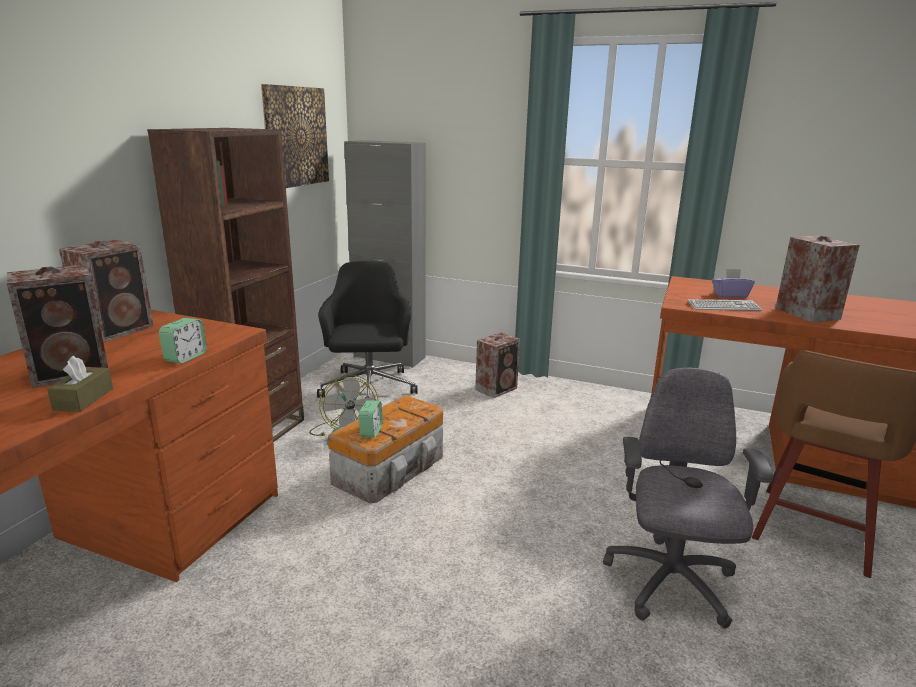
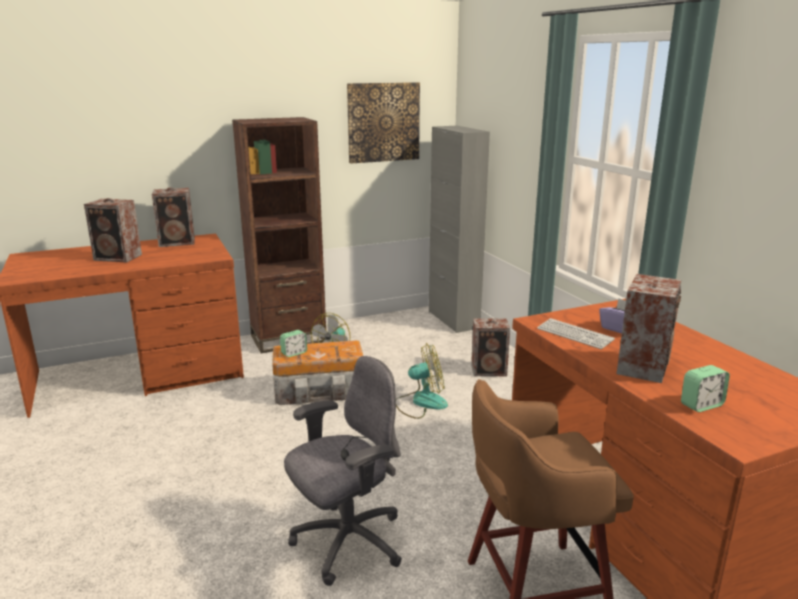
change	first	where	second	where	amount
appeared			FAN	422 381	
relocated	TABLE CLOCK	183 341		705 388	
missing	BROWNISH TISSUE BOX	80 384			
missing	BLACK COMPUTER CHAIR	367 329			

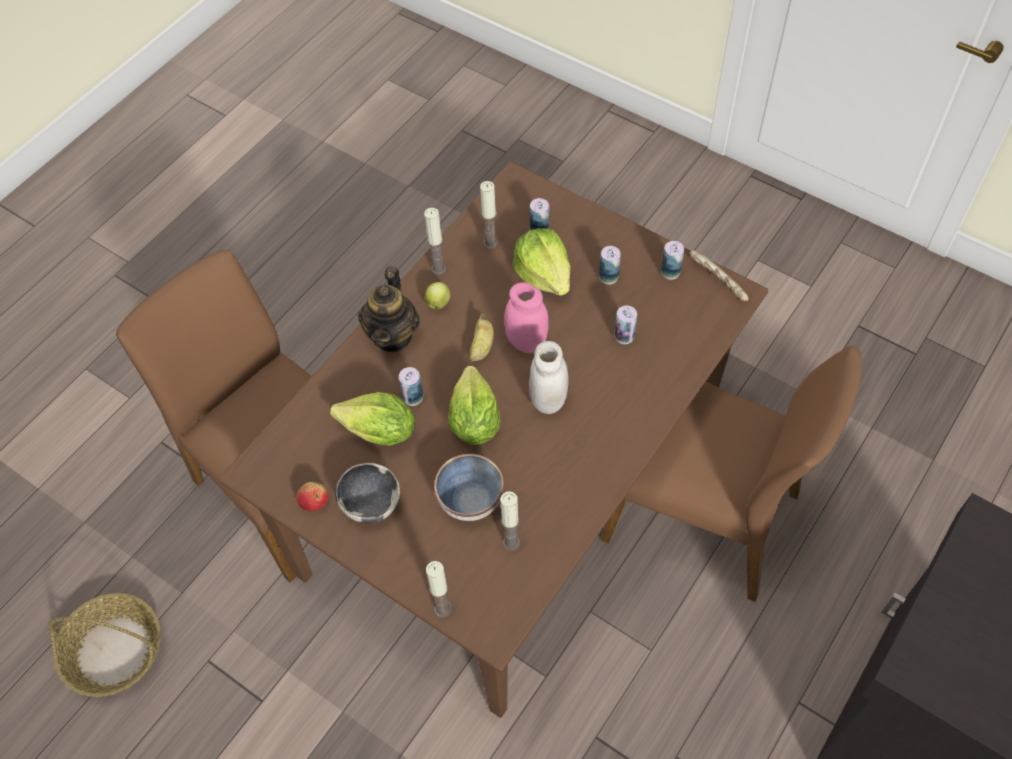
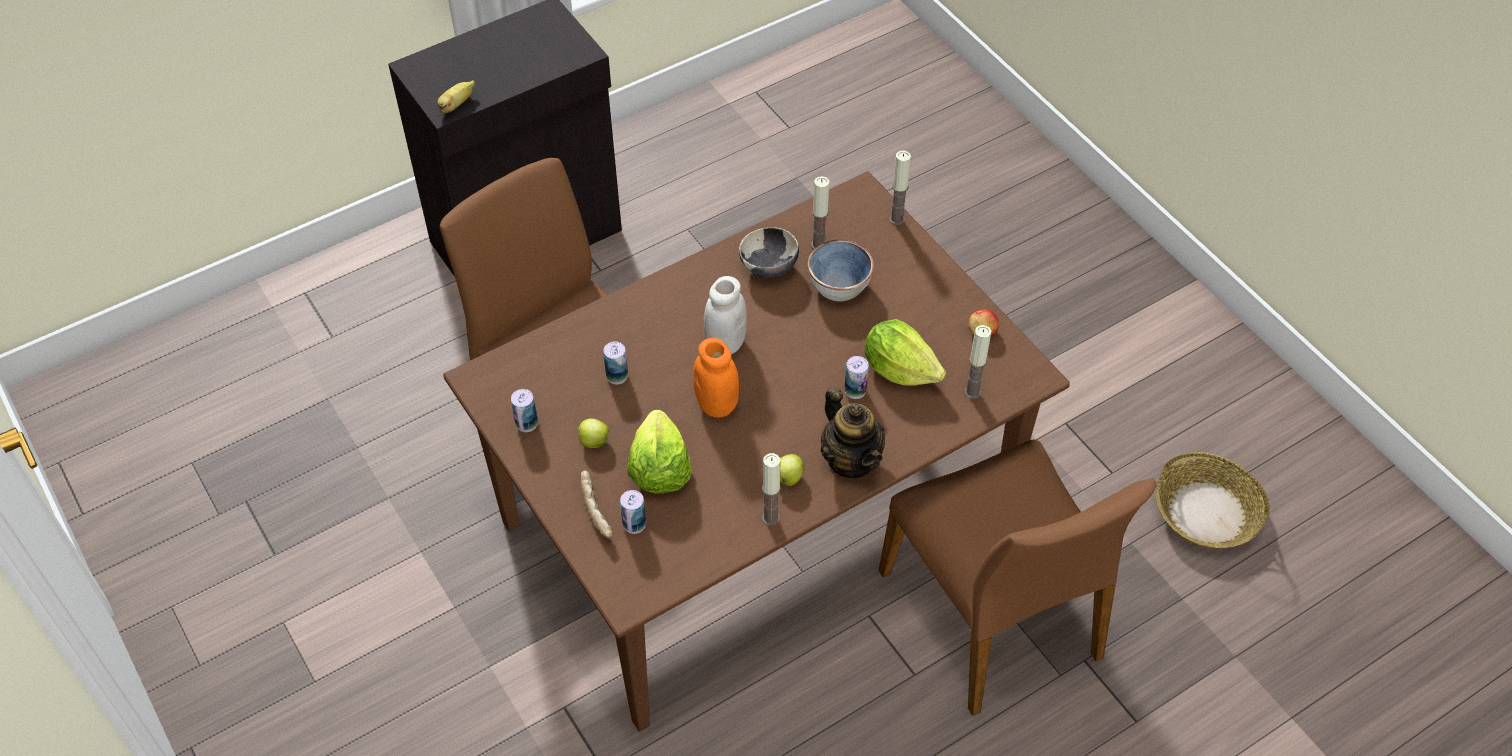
change	first	where	second	where	amount
relocated	BANANA	482 337		456 96	
exchanged	CAN	610 265	APPLE FRUIT	593 433	
relocated	BAKED BREAD	719 275		597 504	
colour	PINKISH STORAGE JAR	526 317	ORANGEY STORAGE JAR	716 377	
relocated	BOWL	367 493		769 252	
spun	POT FOR TEA	389 309		853 432	120 degrees clockwise
relocated	WAX CANDLE	489 215		977 362	
missing	HEAD OF LETTUCE	474 405			

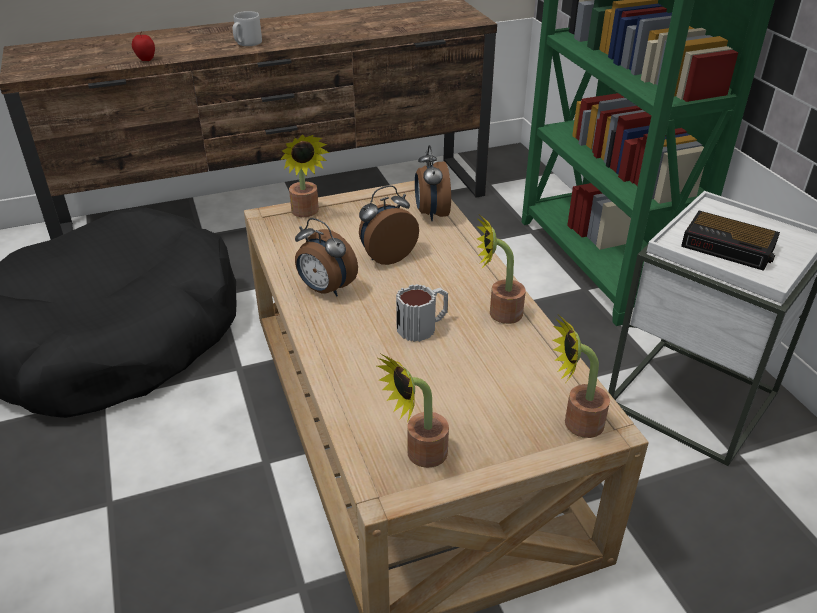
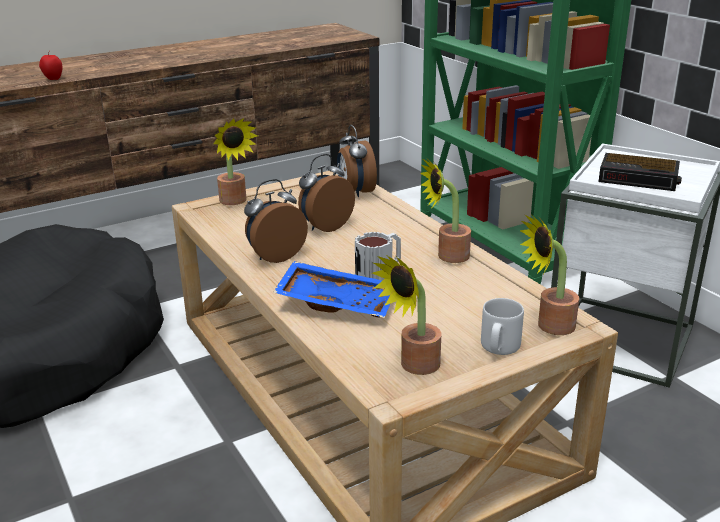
change	first	where	second	where	amount
spun	TABLE CLOCK	326 257		276 221	120 degrees clockwise
appeared			BLUE TRAY	331 289	
relocated	GREYISH MUG	247 28		502 326	

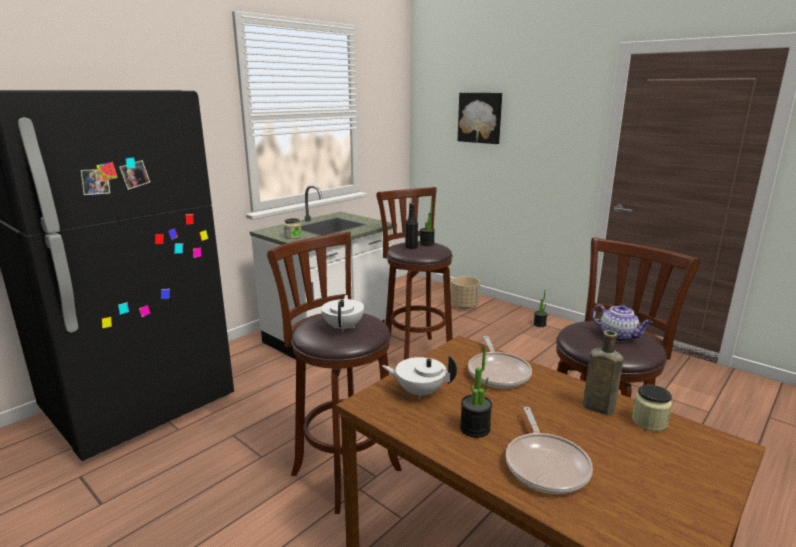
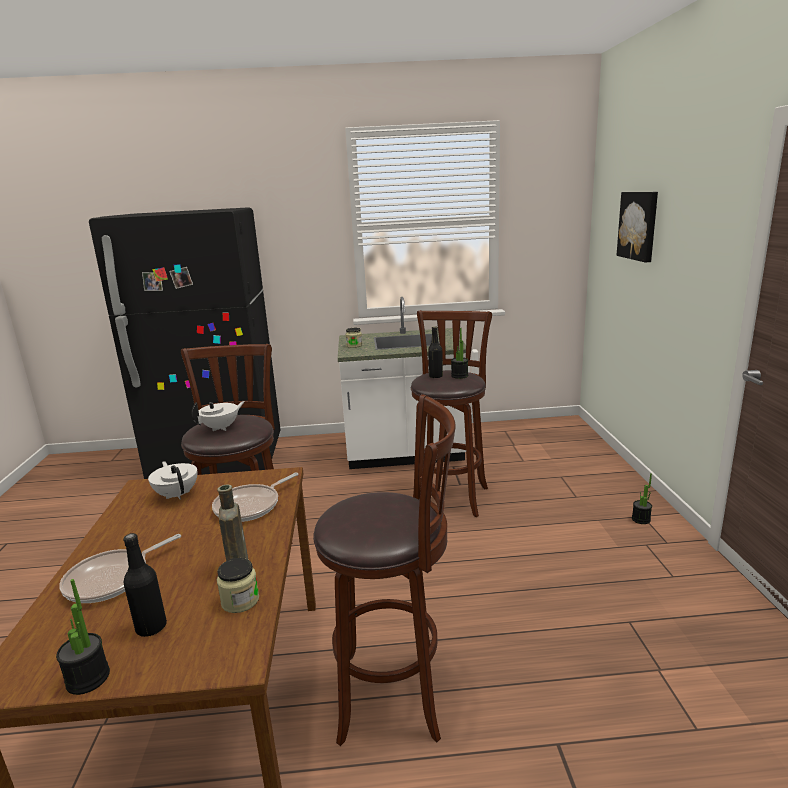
change	first	where	second	where	amount
relocated	PLANT IN A POT	476 391		83 637	
appeared			BLACK BOTTLE	145 585	
missing	BEIGE PLANT POT	465 292			
missing	POT FOR TEA	621 323			

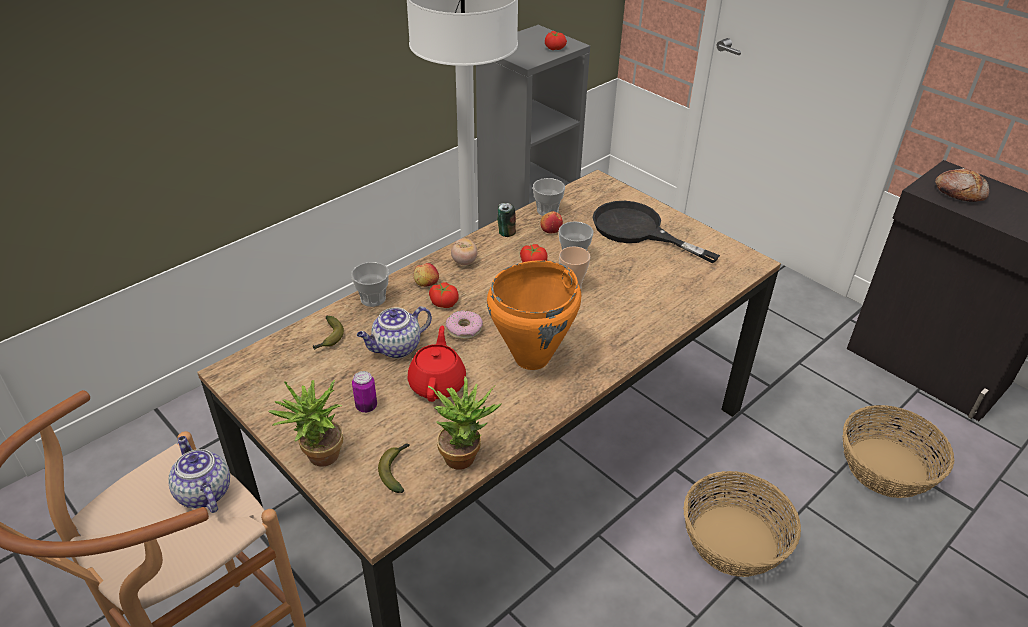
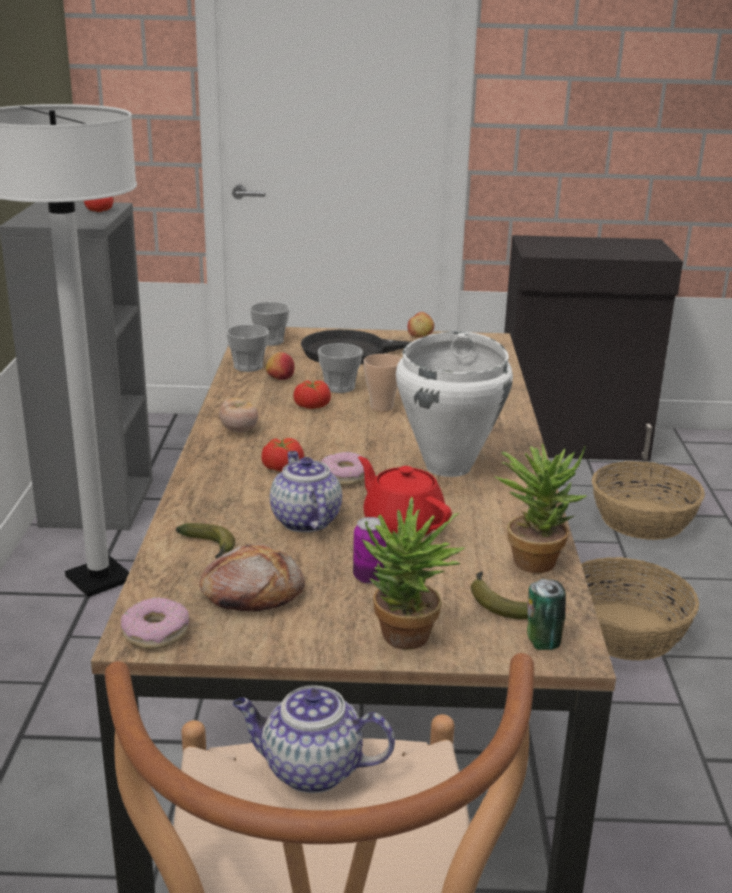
change	first	where	second	where	amount
appeared			DONUT	155 623	
relocated	BAKED BREAD	962 185		252 577	
relocated	DRINKING CUP	370 284		269 324	
spun	POT FOR TEA	394 332		306 491	150 degrees clockwise
colour	ORANGEY STOCKPOT	534 315	WHITE STOCKPOT	454 404	
relocated	APPLE FRUIT	426 275		421 325	
relocated	CAN	506 220		546 614	

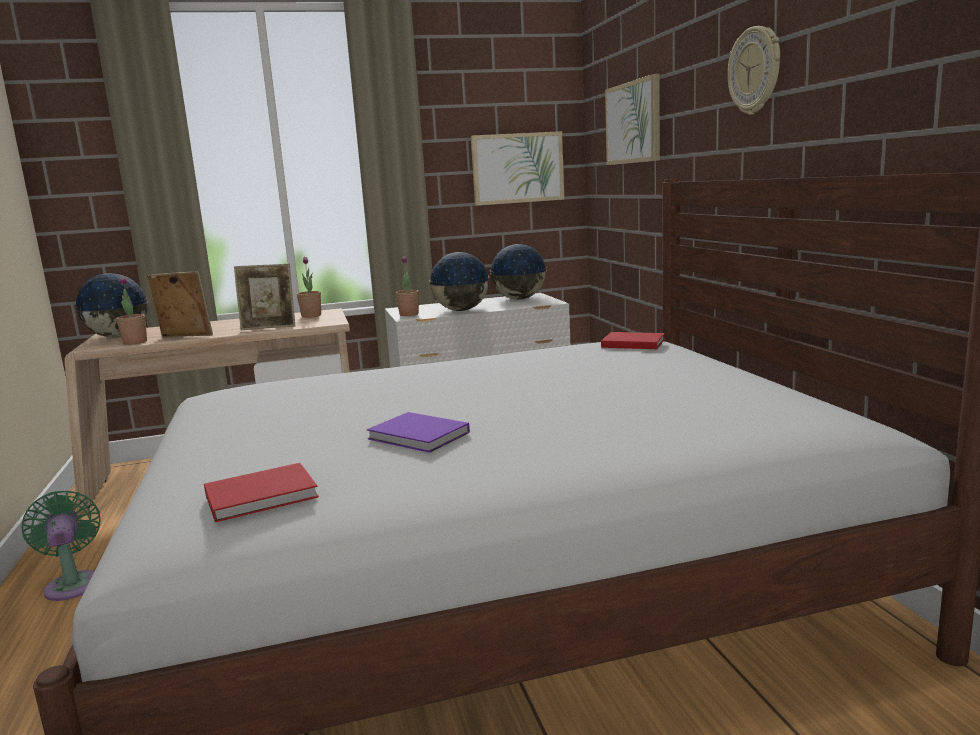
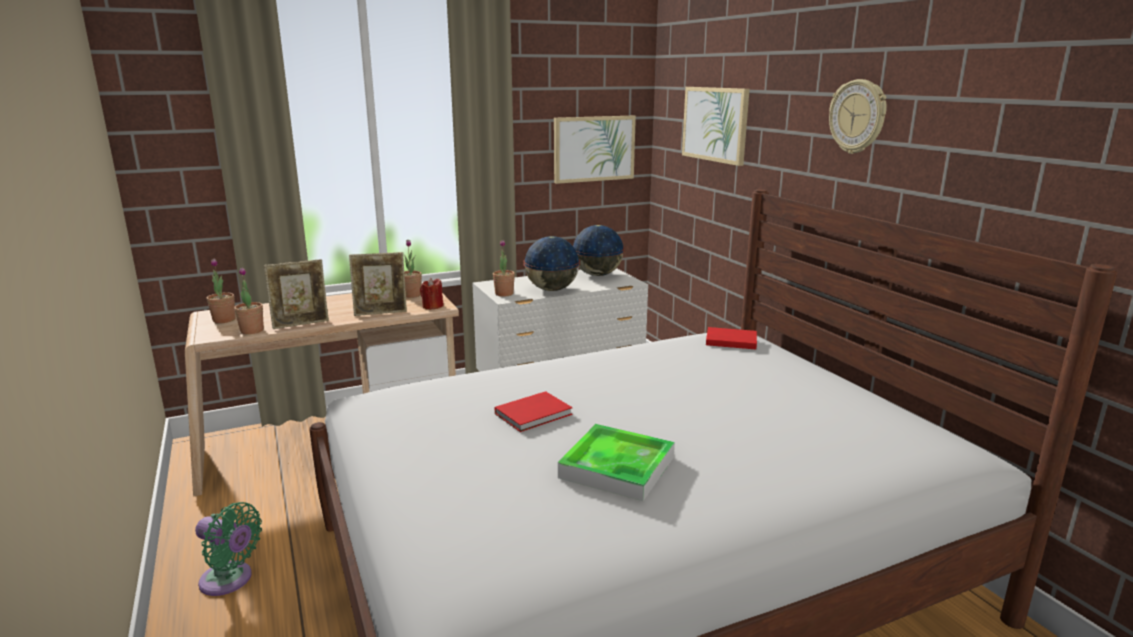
change	first	where	second	where	amount
spun	GREENISH FAN	61 545		228 549	150 degrees clockwise
exchanged	DESK GLOBE	111 305	PLANT IN A POT	221 290	
spun	PHOTO FRAME	180 304		296 294	150 degrees clockwise
appeared			RED WAX CANDLE	432 294	
relocated	RED VOLUME	261 492		533 411	
exchanged	PURPLE-COLOURED VOLUME	418 432	TRAY	616 462	

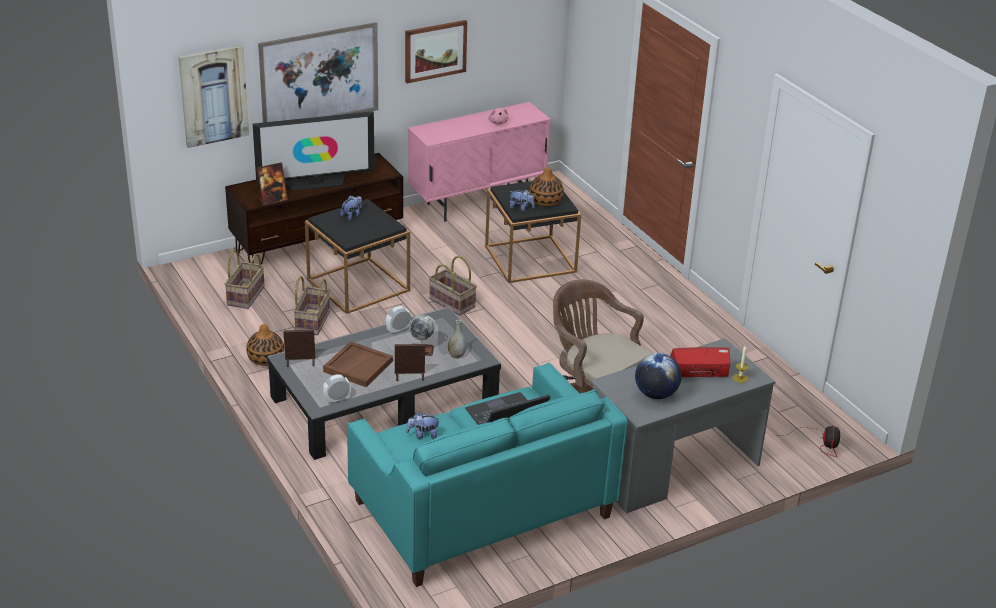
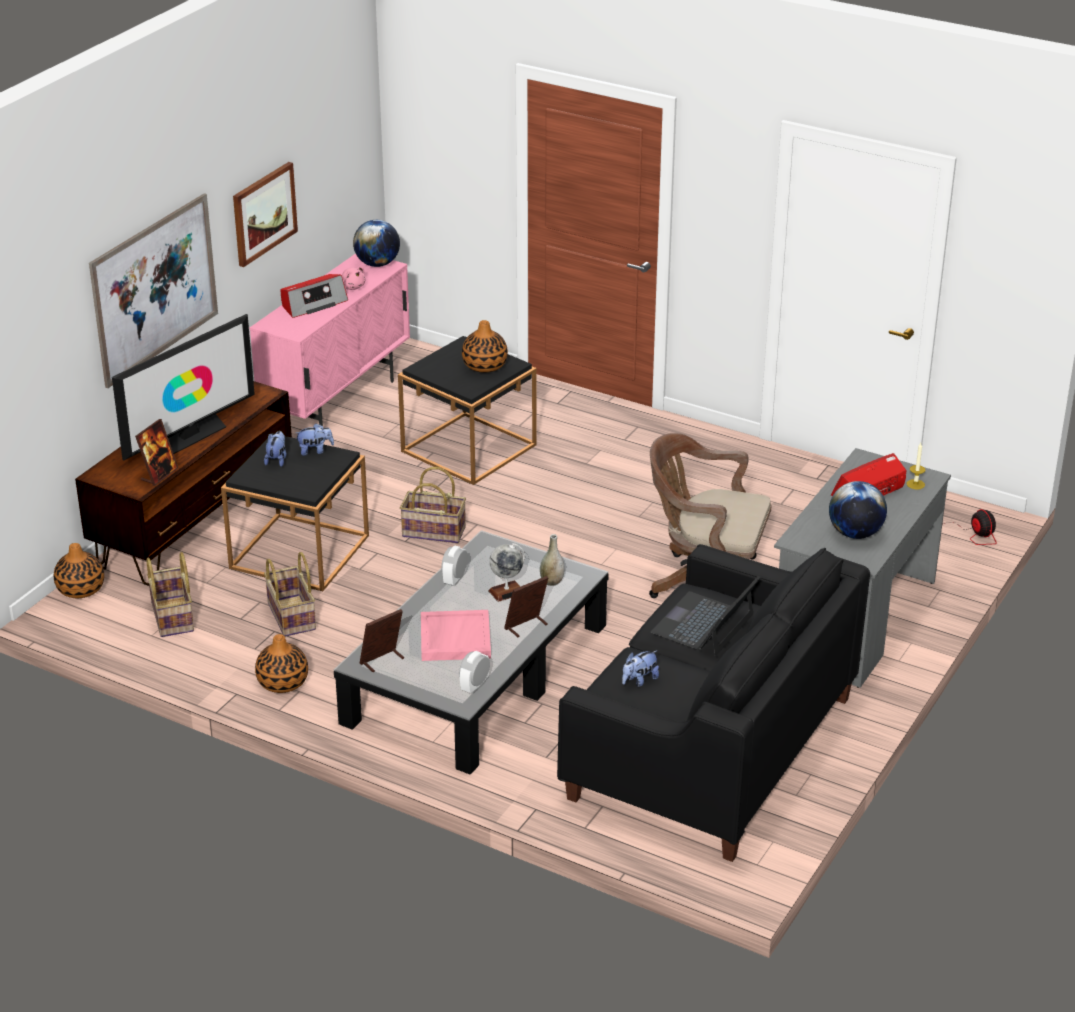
change	first	where	second	where	amount
appeared			VASE	79 570	
appeared			RADIO SET	314 296	
relocated	PLUSH TOY	522 200		314 439	
appeared			DESK GLOBE	376 243	
colour	BROWNISH TRAY	358 364	PINKISH TRAY	456 635	
colour	TURQUOISE-COLOURED SOFA	487 475	BLACK SOFA	713 703	
missing	WALL ART	213 96			

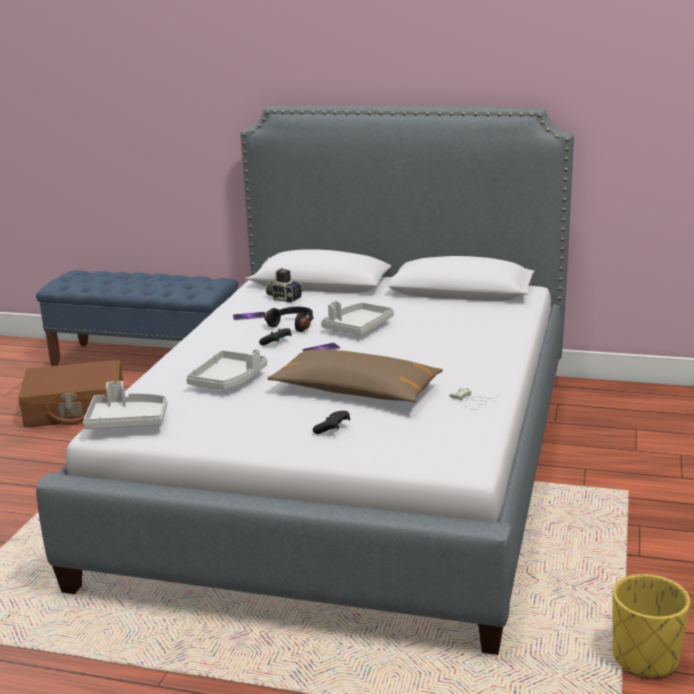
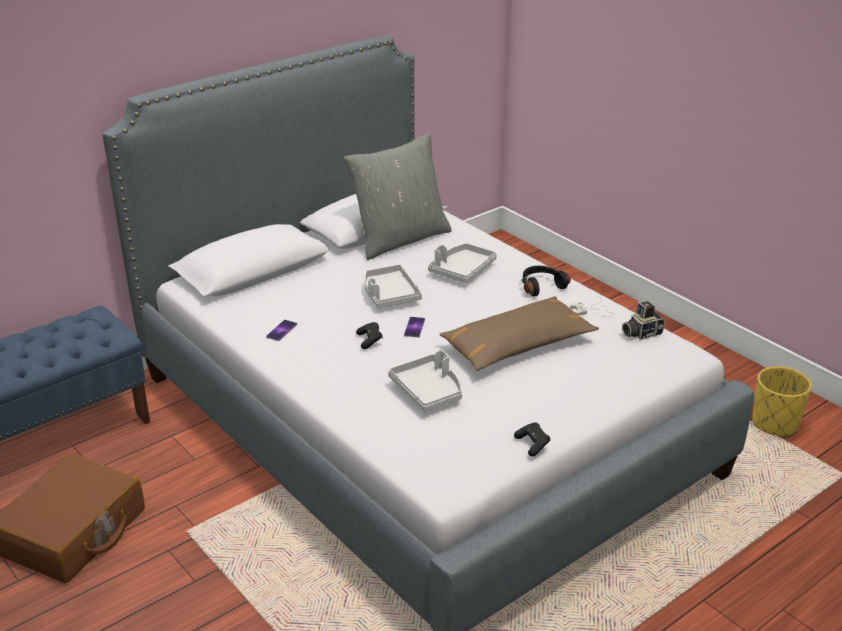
change	first	where	second	where	amount
appeared			GREYISH PILLOW	398 196	
relocated	GREYISH TRAY	125 405		462 263	
relocated	BLACK JOYPAD	331 422		532 439	
relocated	BLACK PAIR OF HEADPHONES	289 319		546 281	
relocated	STILL CAMERA	284 285		643 320	

